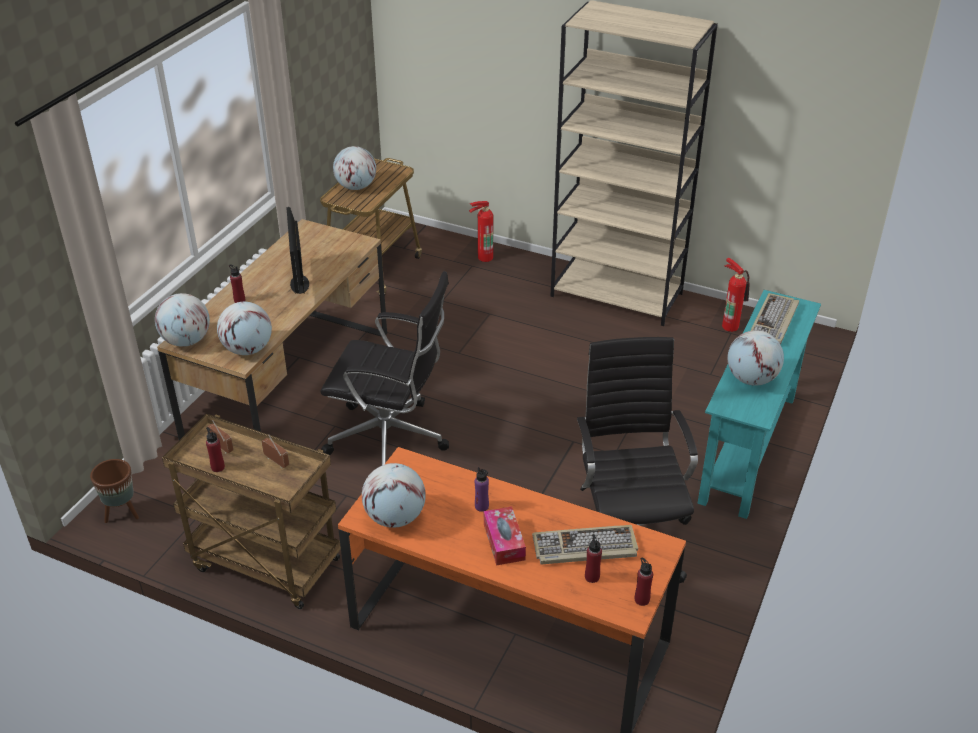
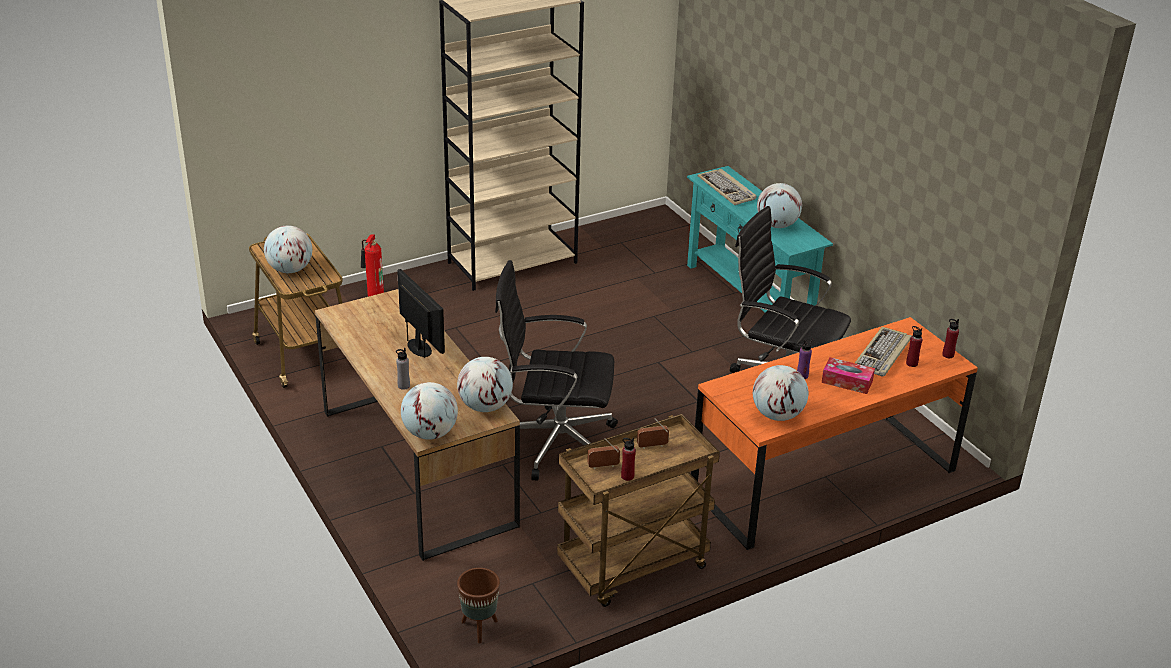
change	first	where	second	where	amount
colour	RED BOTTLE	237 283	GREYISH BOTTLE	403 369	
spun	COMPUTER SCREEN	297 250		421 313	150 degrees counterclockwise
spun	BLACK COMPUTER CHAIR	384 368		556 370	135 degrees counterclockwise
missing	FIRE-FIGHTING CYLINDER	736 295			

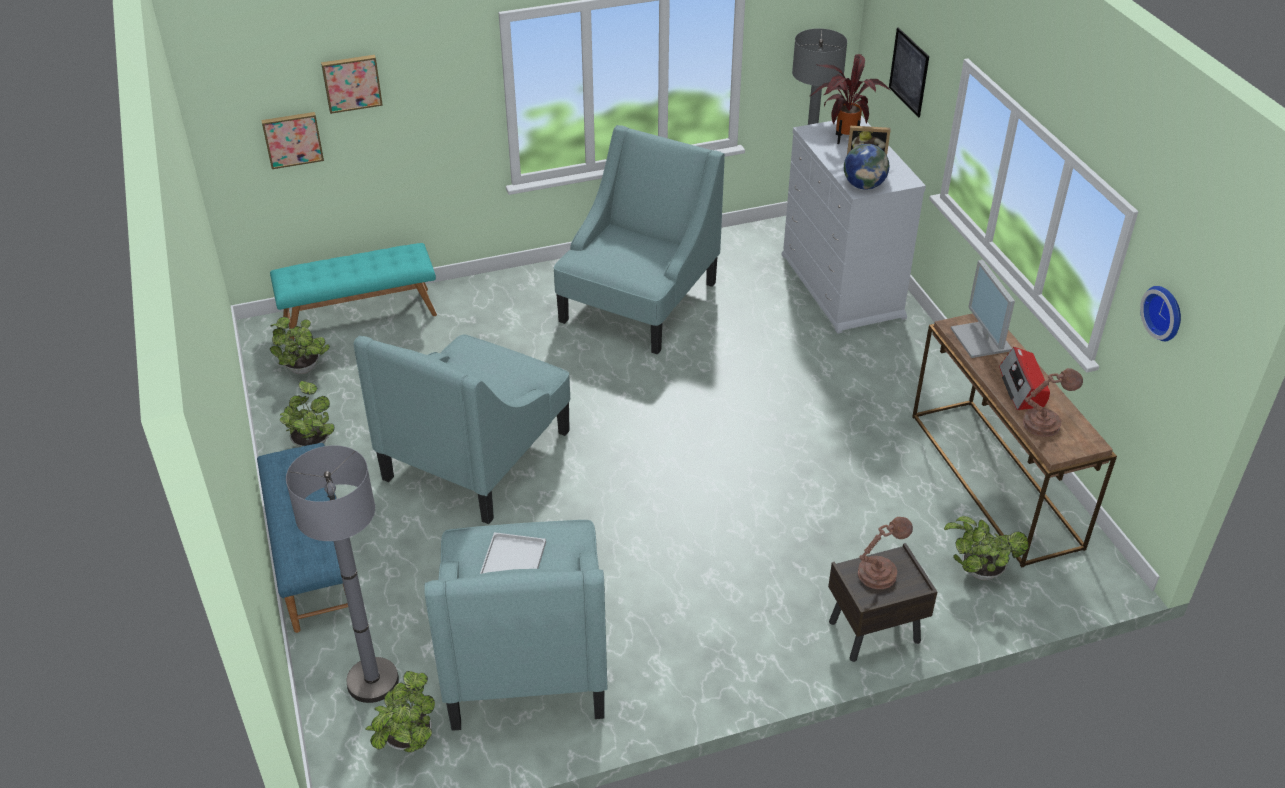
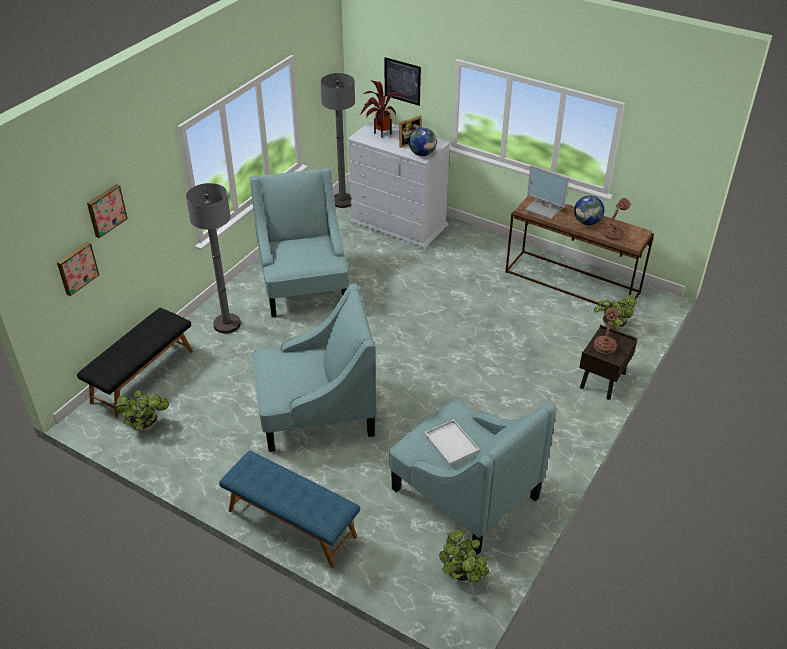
change	first	where	second	where	amount
colour	TURQUOISE-COLOURED LONG SEAT	353 291	BLACK LONG SEAT	135 363	
relocated	GREYISH STANDING LAMP	342 574		213 258	
spun	TURQUOISE-COLOURED EASY CHAIR	462 429		314 367	90 degrees counterclockwise
exchanged	RADIO SET	1024 378	DESK GLOBE	589 210	
missing	PLANT IN A POT	307 414			
missing	WALL CLOCK	1160 313			

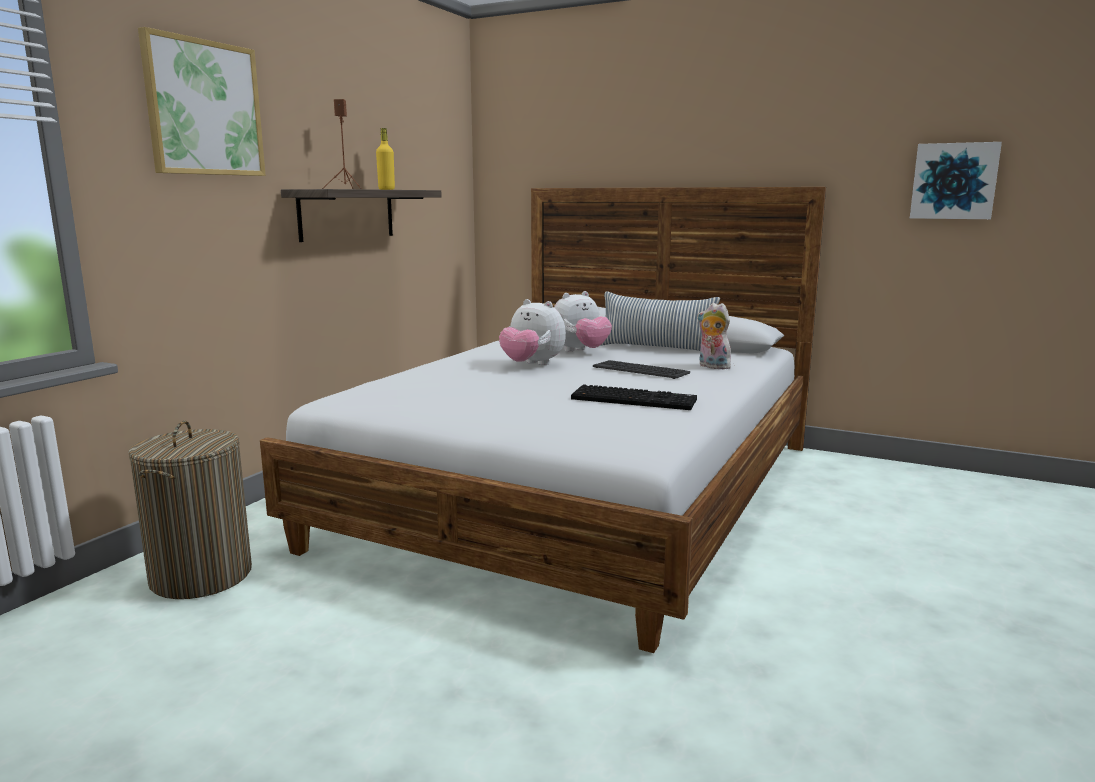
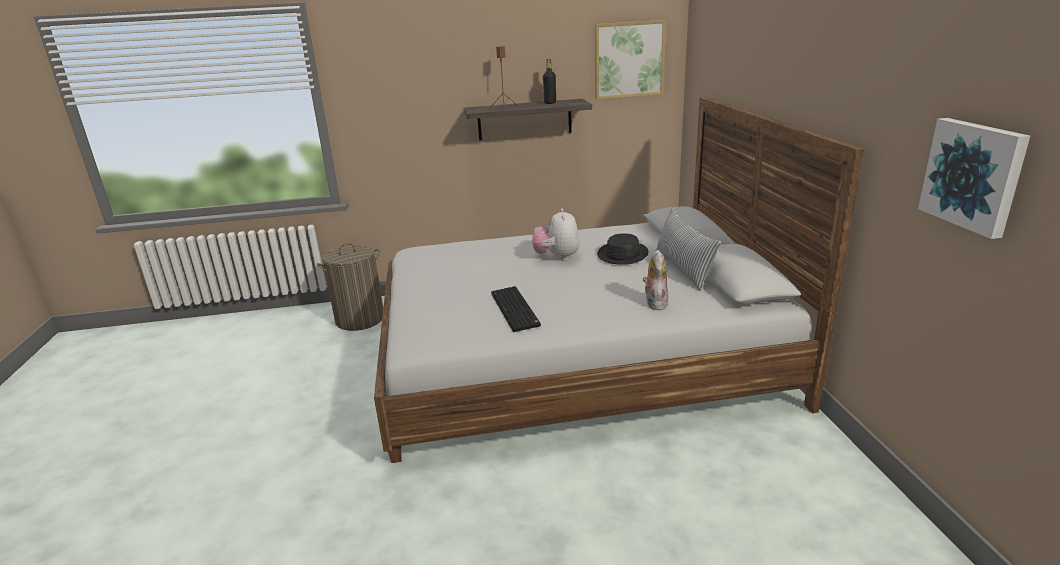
change	first	where	second	where	amount
colour	YELLOW BOTTLE	385 159	BLACK BOTTLE	549 81	
relocated	WALL ART	202 101		630 59	
exchanged	PLUSH TOY	583 321	BLACK WEARABLE HAT	622 249	
missing	KEYBOARD	641 369			

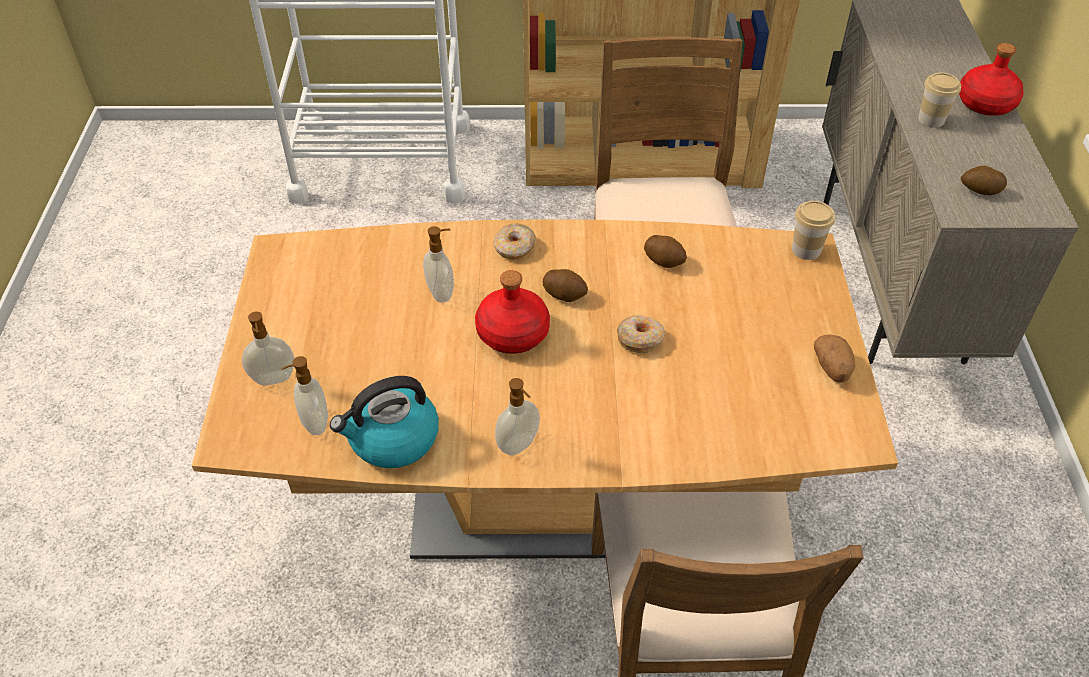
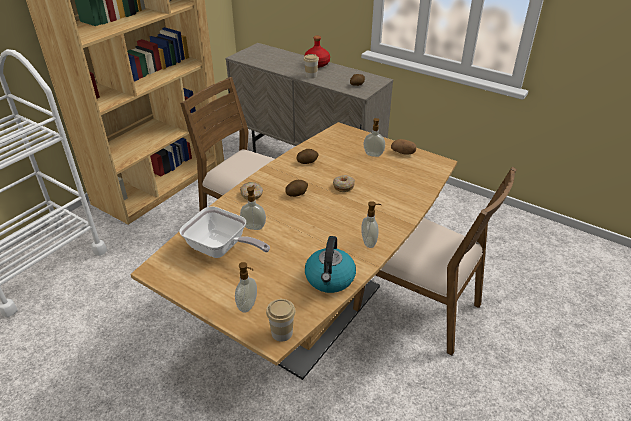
change	first	where	second	where	amount
appeared			FRYING PAN	224 232	
relocated	DRINKING CUP	813 230		281 320	
relocated	LIQUID SOAP BOTTLE	304 395		374 137	
missing	RED BOTTLE	512 312			

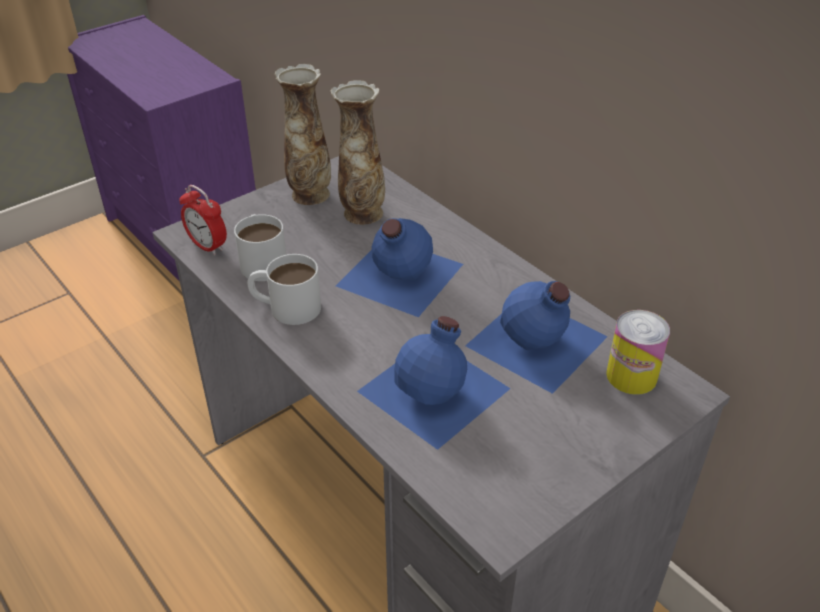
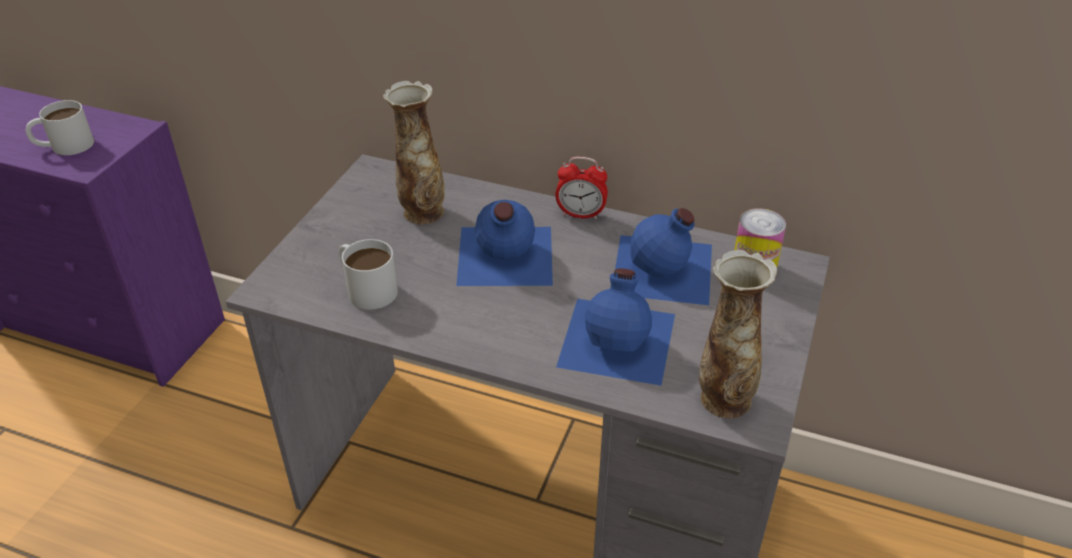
change	first	where	second	where	amount
relocated	WHITE MUG	284 289		60 127	
relocated	TABLE CLOCK	203 220		581 188	
relocated	VASE	303 134		738 334	

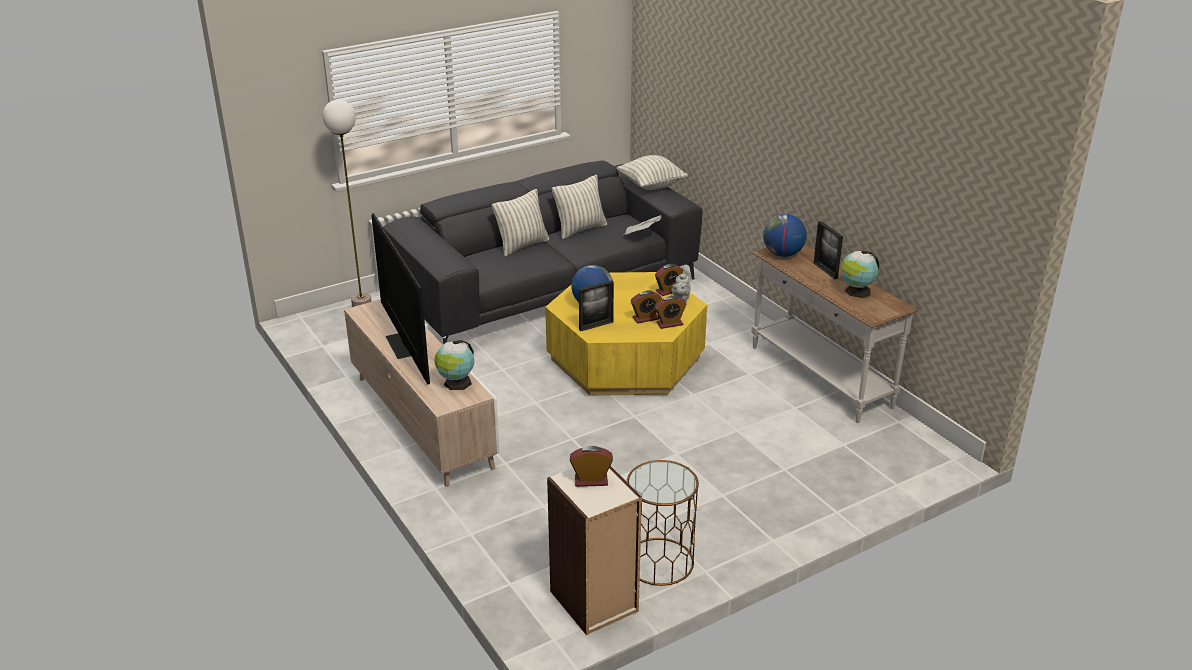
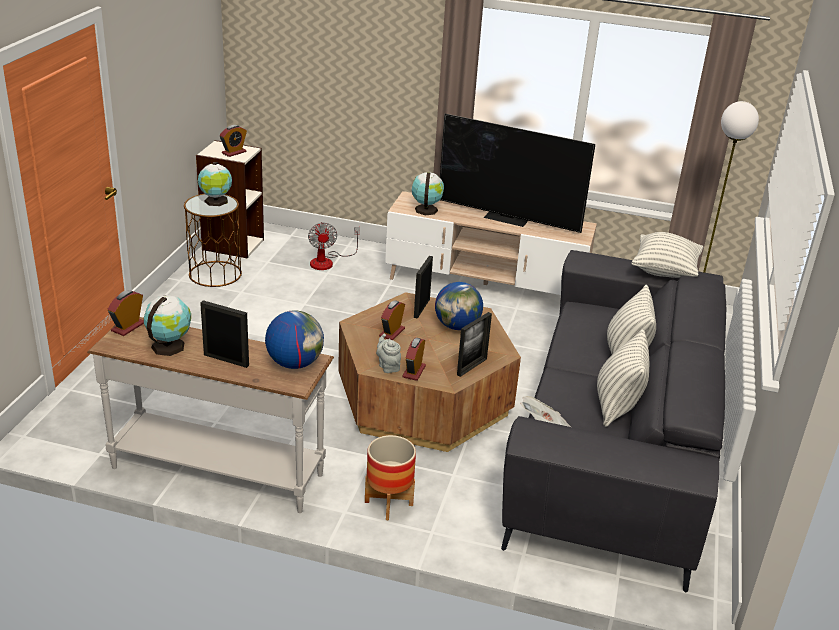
change	first	where	second	where	amount
relocated	TABLE CLOCK	670 312		125 313	
appeared			DESK GLOBE	215 184	
appeared			FAN	334 246	
colour	YELLOW LOUNGE TABLE	626 334	BROWNISH LOUNGE TABLE	429 372	
appeared			PLANT POT	390 477	
appeared			PHOTO FRAME	474 344	
relocated	PILLOW	652 172		667 255	

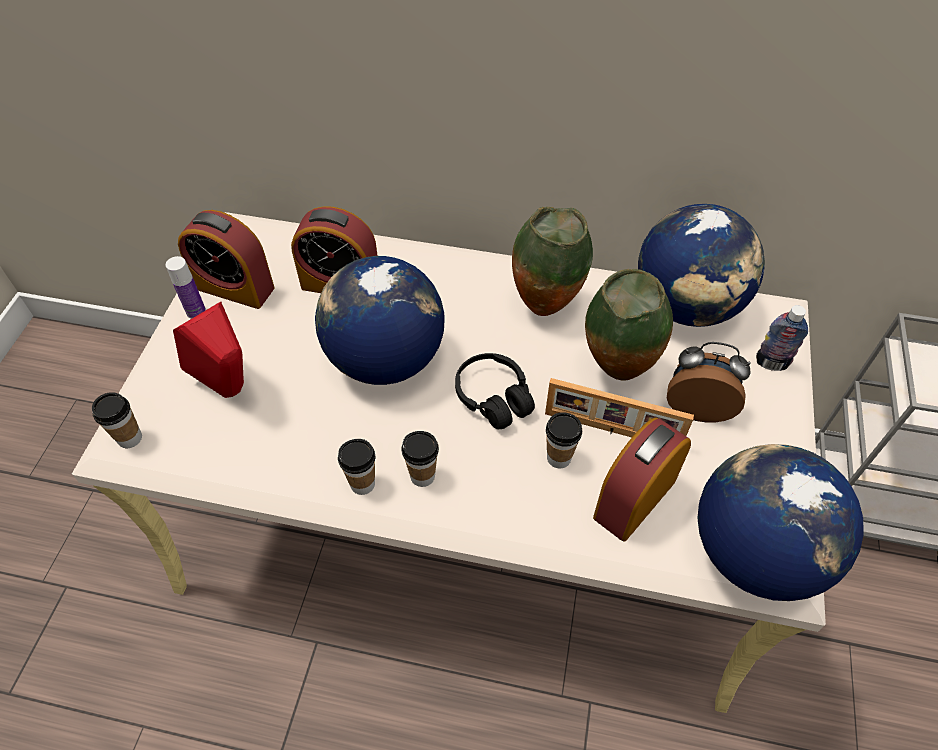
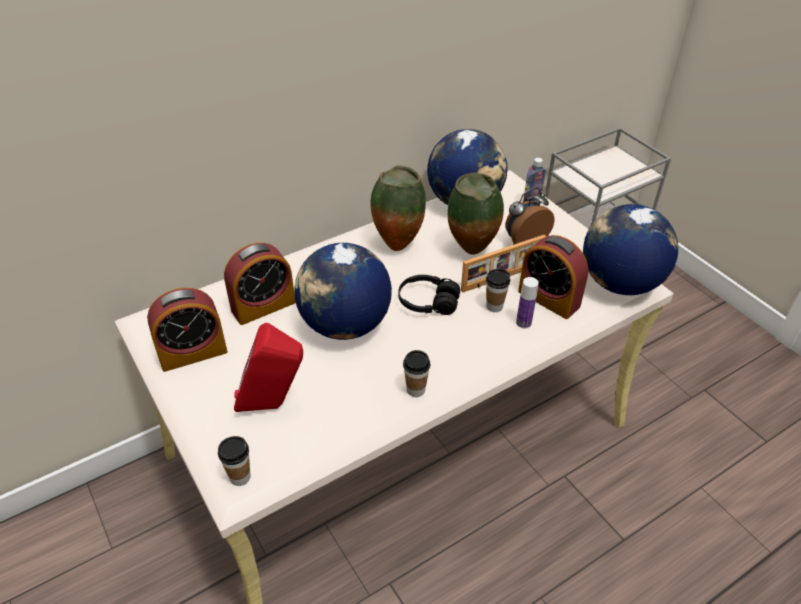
change	first	where	second	where	amount
relocated	BOTTLE	186 287		527 302	
spun	TABLE CLOCK	642 480		553 277	45 degrees counterclockwise
missing	DRINKING CUP	420 459			

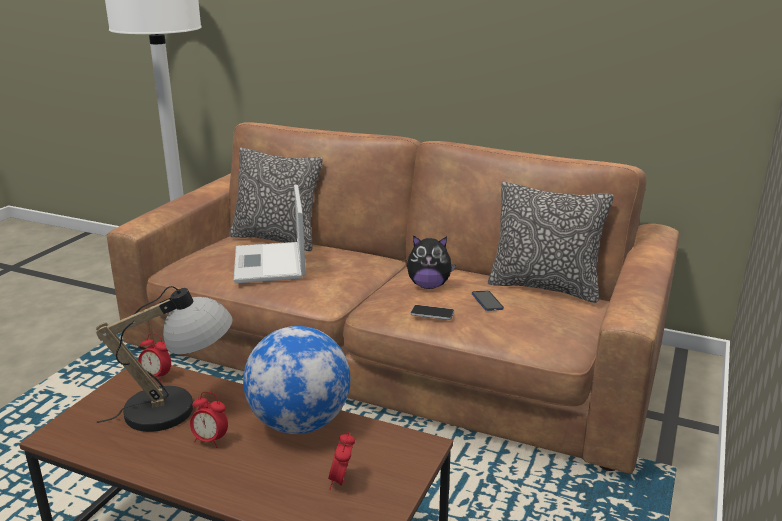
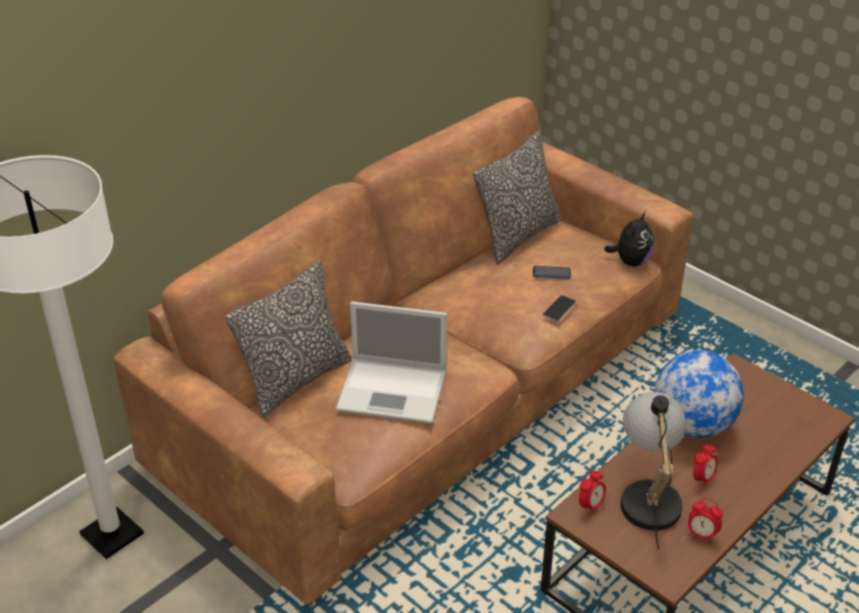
change	first	where	second	where	amount
relocated	PLUSH TOY	431 262		629 238	
relocated	TABLE CLOCK	341 461		705 521	

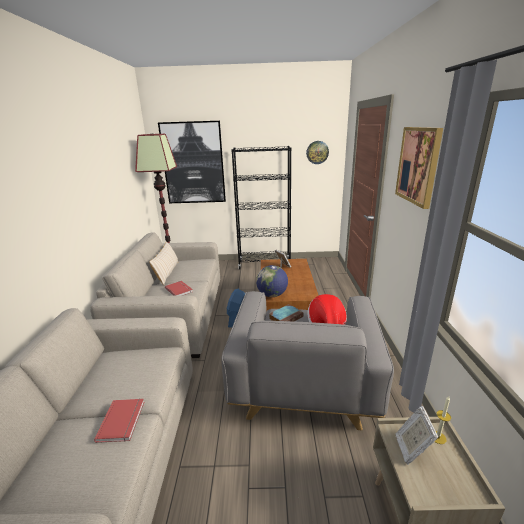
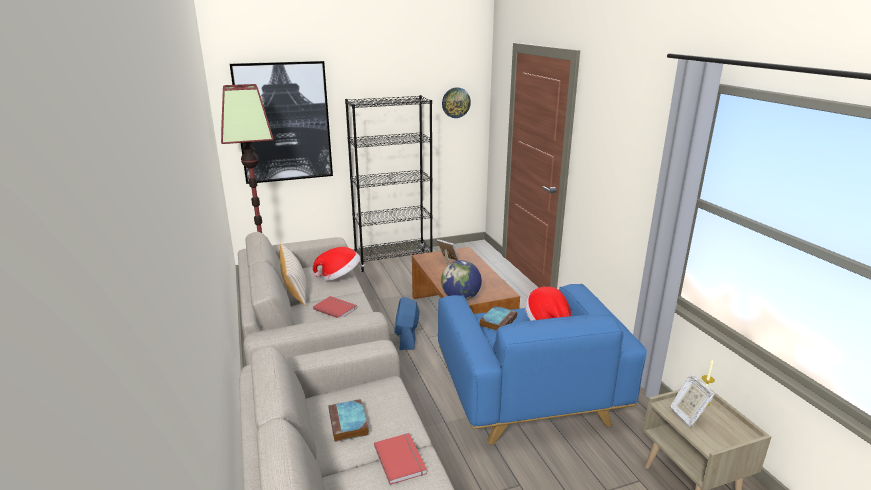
change	first	where	second	where	amount
appeared			WEARABLE HAT	337 264	
appeared			VOLUME	349 420	
colour	GREYISH EASY CHAIR	307 360	BLUE EASY CHAIR	542 364	
missing	WALL ART	419 168			

